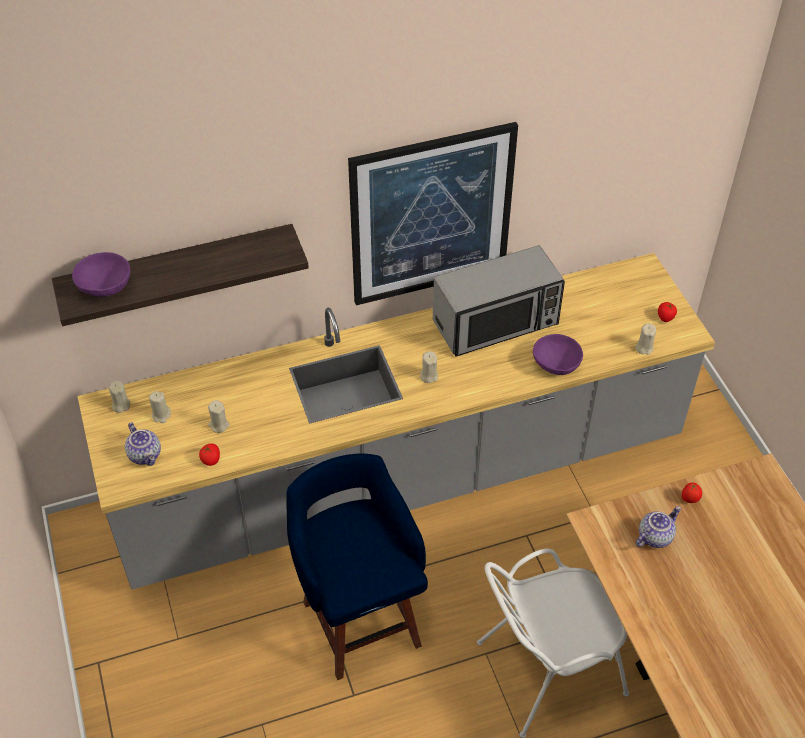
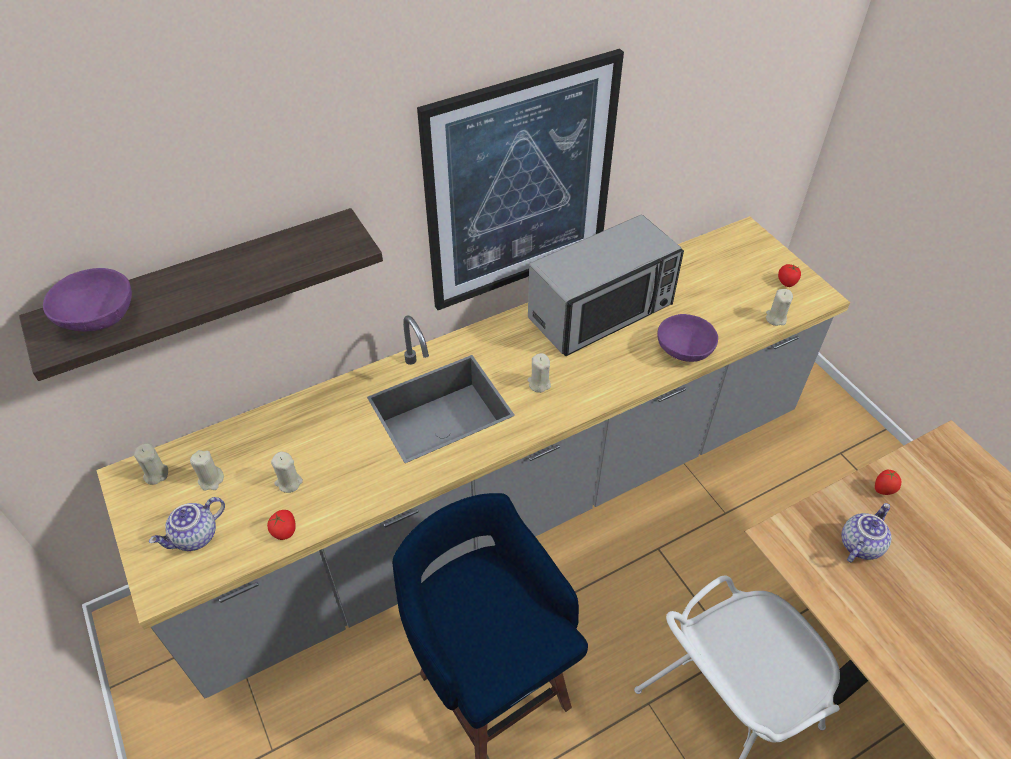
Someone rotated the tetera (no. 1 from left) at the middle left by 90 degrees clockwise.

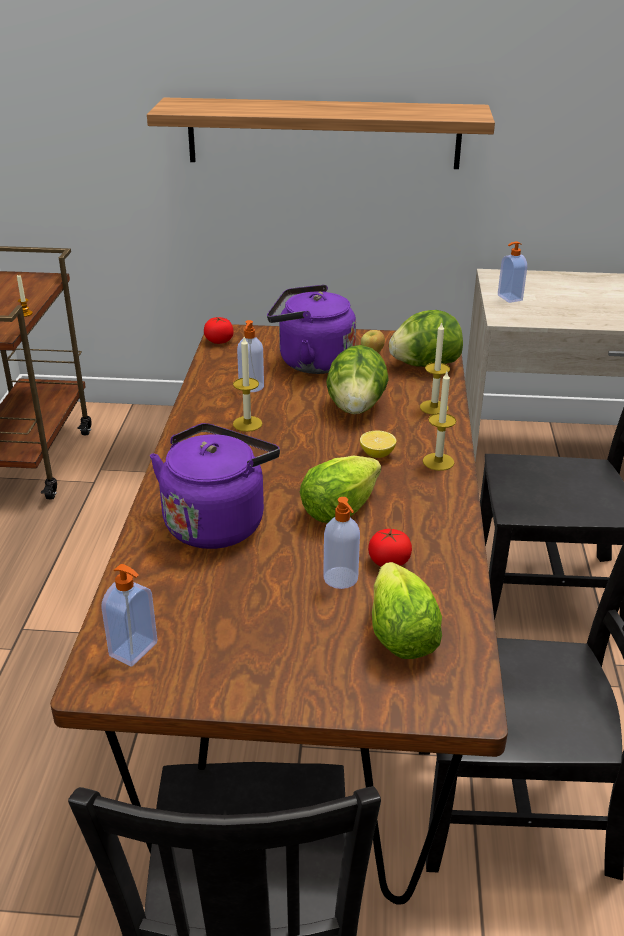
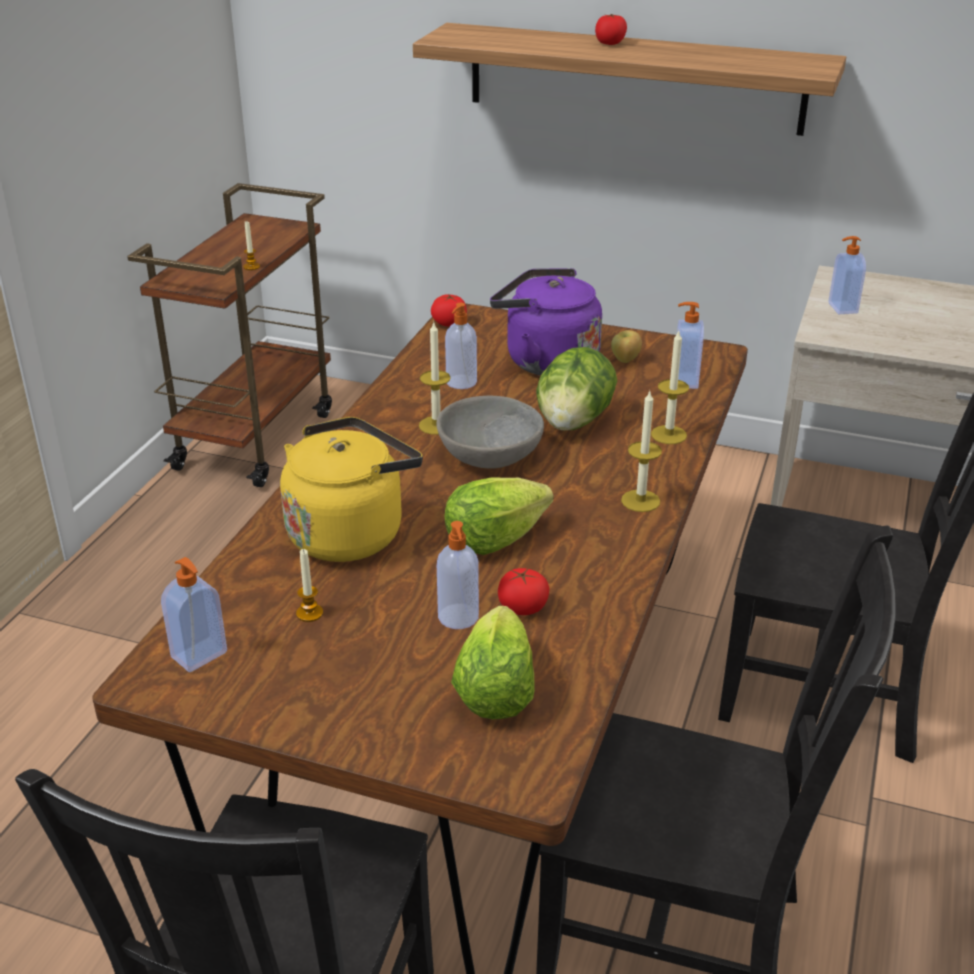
Someone repainted the hervidor (morado) (no. 1 from left) at the centre, which became the hervidor (amarillo) at the centre.
Someone took away the limón at the centre.
Someone swapped the lechuga (no. 4 from left) at the middle right for the dispensador de jabón (no. 4 from left) at the middle right.
Someone put down the vela (no. 2 from left) at the middle left.
Someone put down the cuenco (gris) at the centre.
Someone put down the tomate (no. 3 from left) at the top centre.

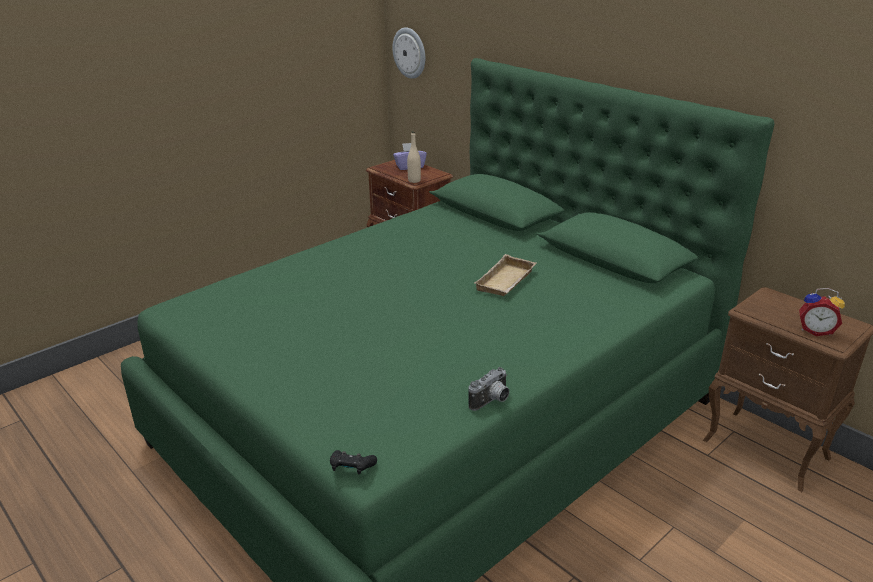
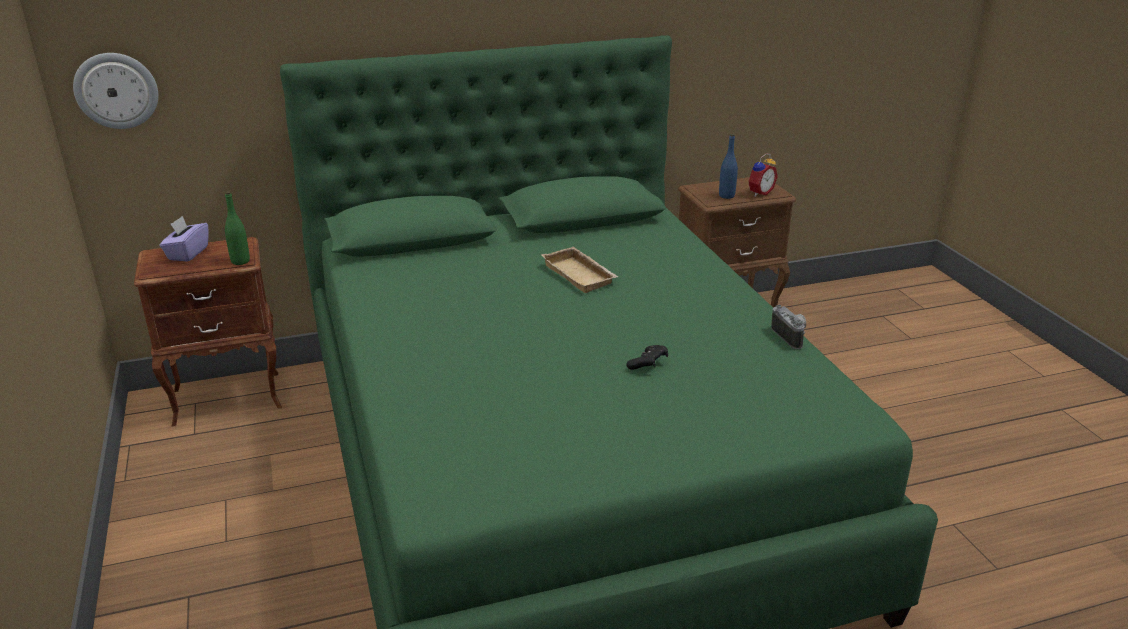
Someone carried the mando de consola (negro) from the bottom centre to the centre.
Someone repainted the botella (beis) at the top centre, which became the botella (verde) at the middle left.
Someone put down the botella (azul) at the top centre.

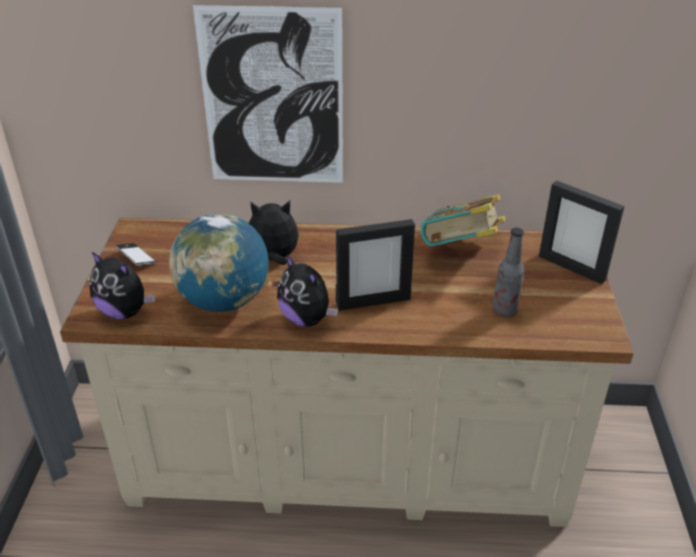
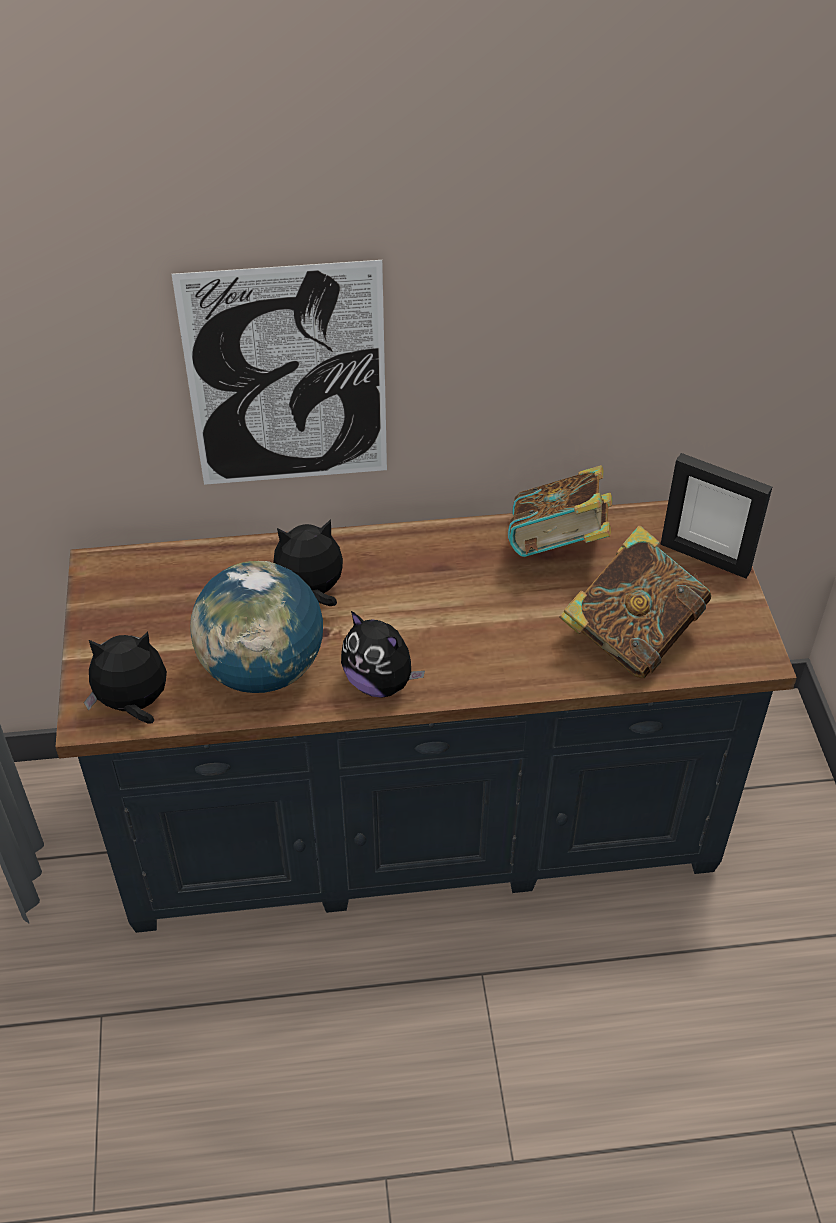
Someone repainted the cómoda (beis) at the bottom centre, which became the cómoda (azul) at the centre.
Someone rotated the peluche (no. 1 from left) at the middle left by 150 degrees clockwise.
Someone took away the móvil at the middle left.
Someone took away the portarretratos (no. 1 from left) at the centre.
Someone swapped the botella at the middle right for the libro (no. 2 from left) at the middle right.

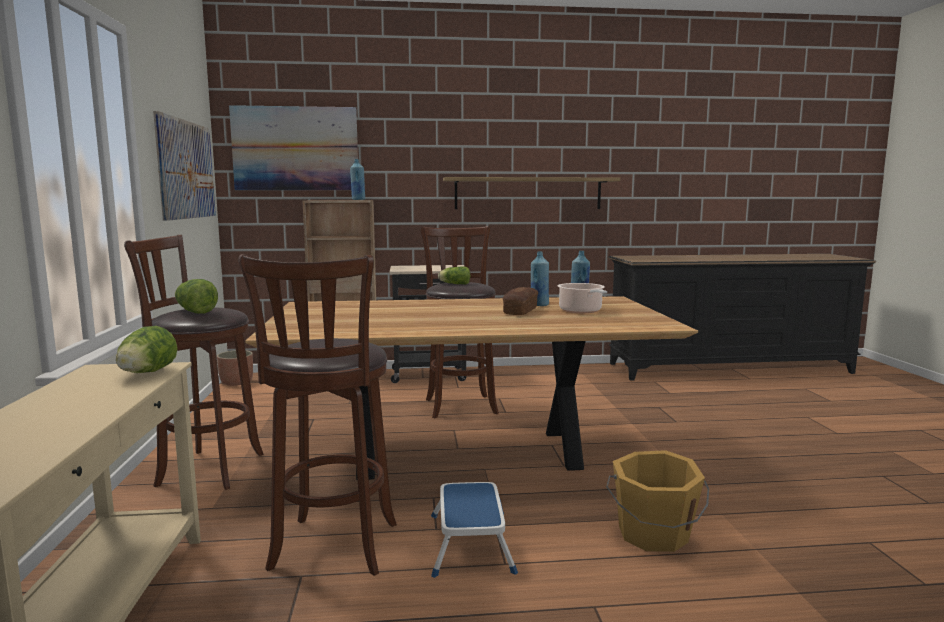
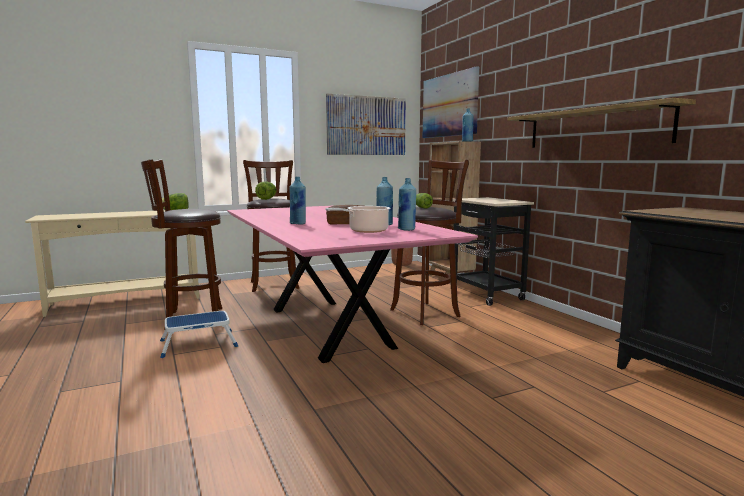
Someone repainted the mesa de comedor (marrón) at the centre, which became the mesa de comedor (rosa) at the centre.
Someone took away the cubo (naranja) at the bottom right.
Someone put down the botella (azul) (no. 1 from left) at the centre.

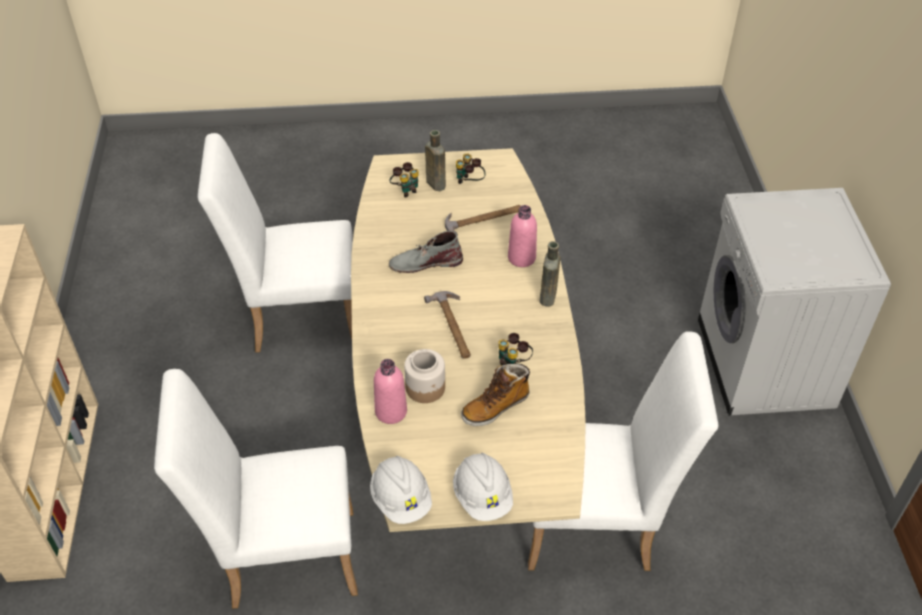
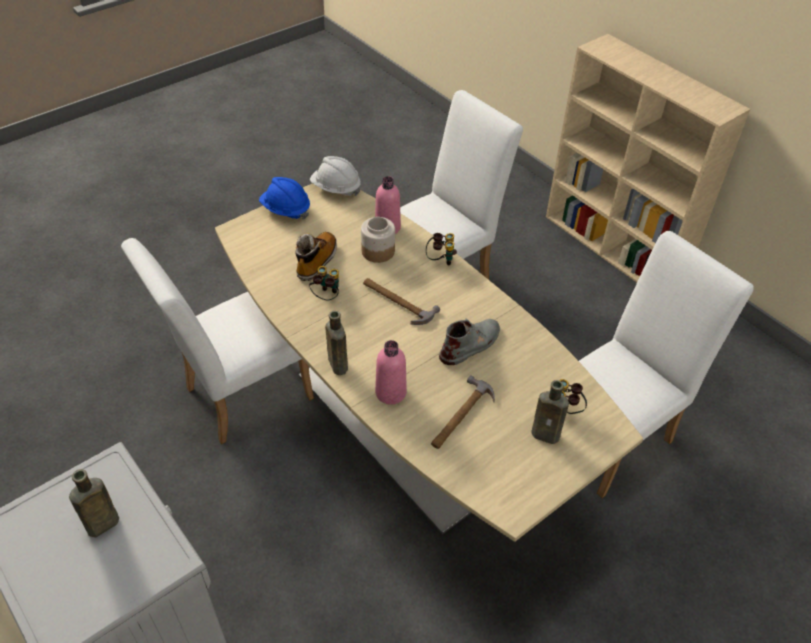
Someone repainted the casco (blanco) (no. 2 from left) at the bottom centre, which became the casco (azul) at the top centre.
Someone carried the prismáticos (no. 2 from left) from the top centre to the centre.
Someone put down the botella (marrón) (no. 1 from left) at the bottom left.

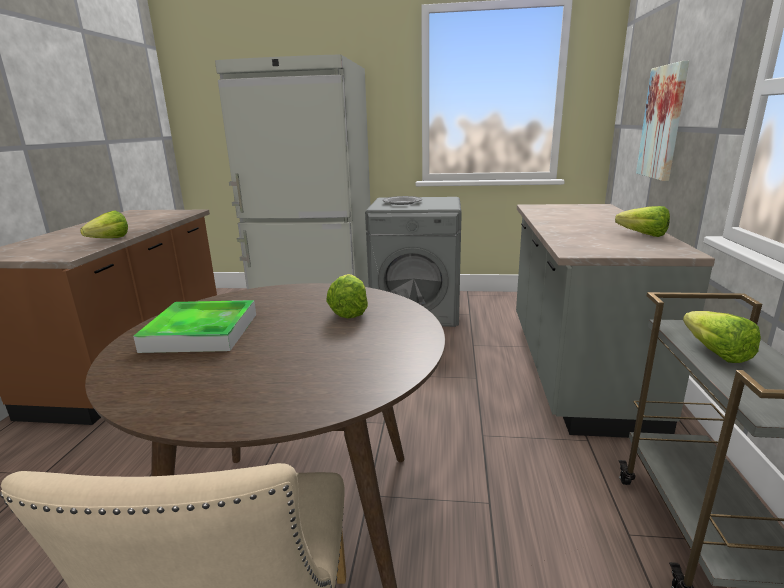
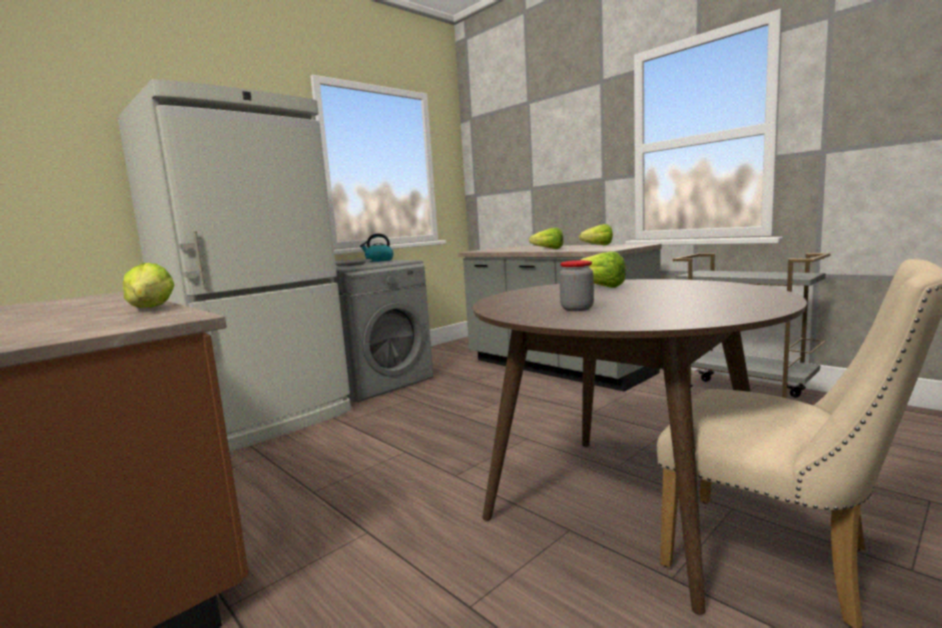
Someone swapped the bandeja at the middle left for the tarro at the centre.
Someone took away the cuadro at the top right.
Someone carried the lechuga (no. 4 from left in the first image) from the middle right to the centre.
Someone put down the hervidor at the centre.

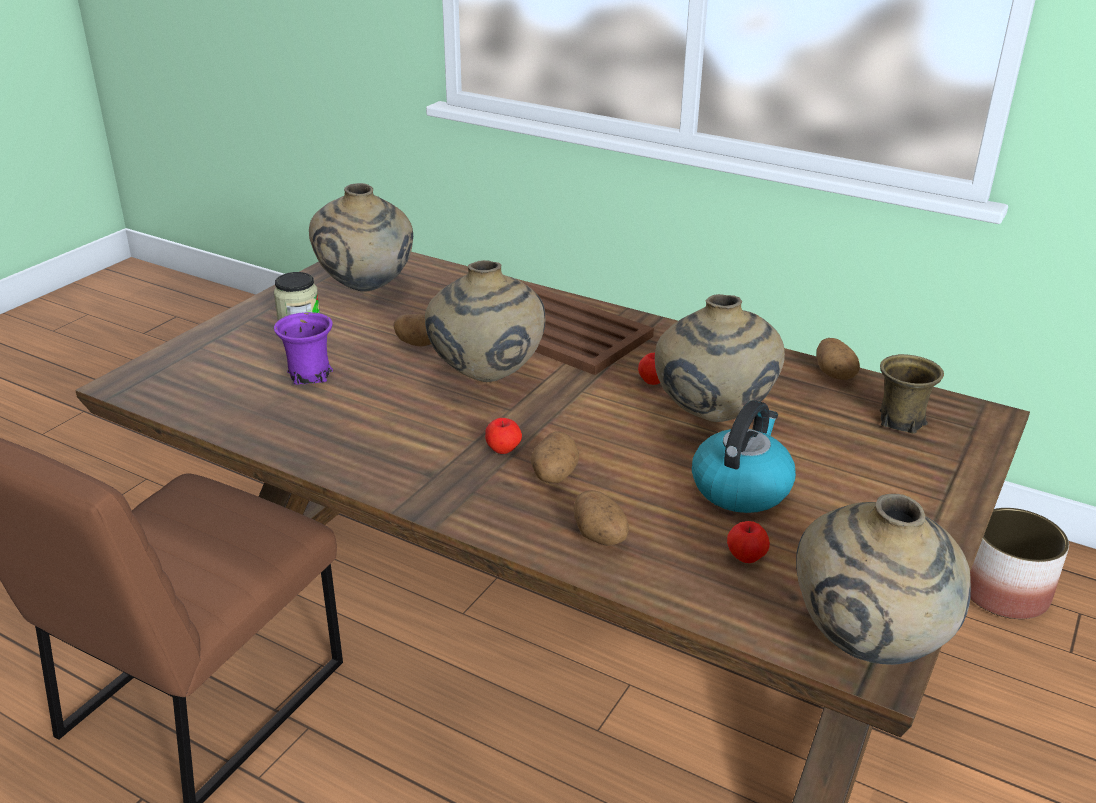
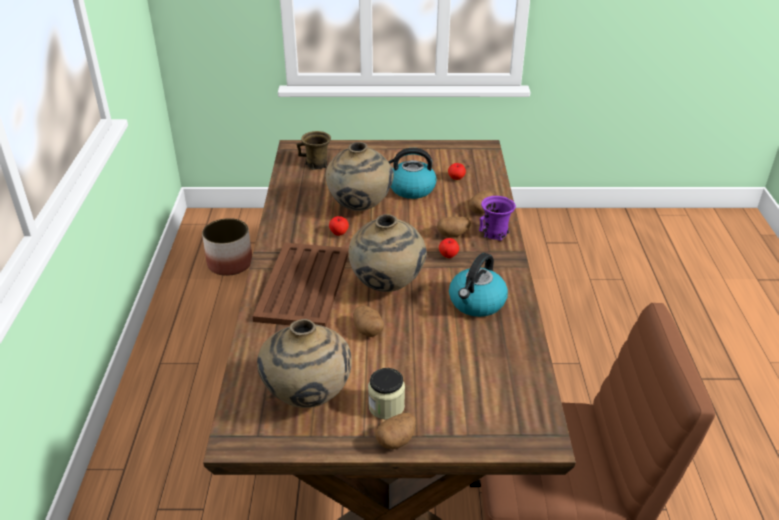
Someone carried the taza grande (morado) from the middle left to the centre.
Someone took away the florero (beis) (no. 4 from left) at the bottom right.
Someone carried the patata (no. 4 from left in the first image) from the middle right to the bottom centre.
Someone put down the hervidor (no. 2 from left) at the centre.

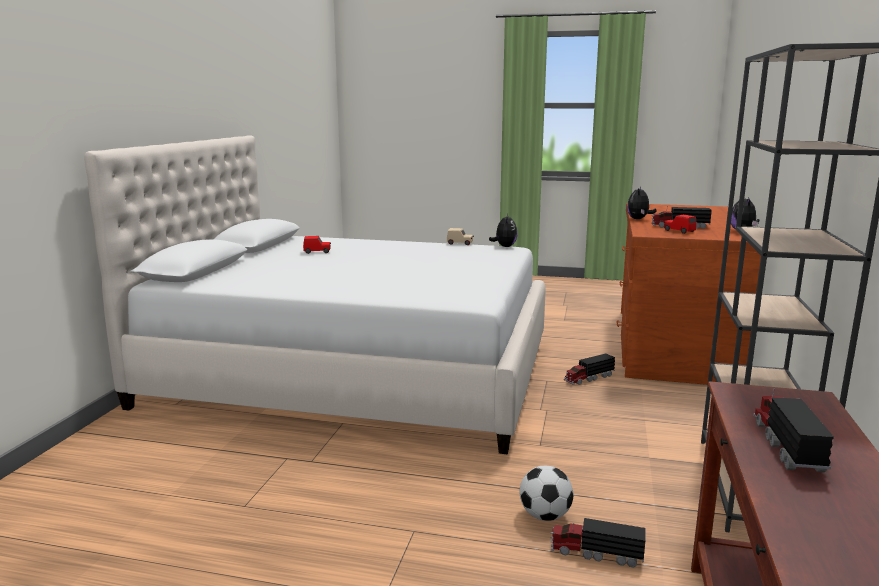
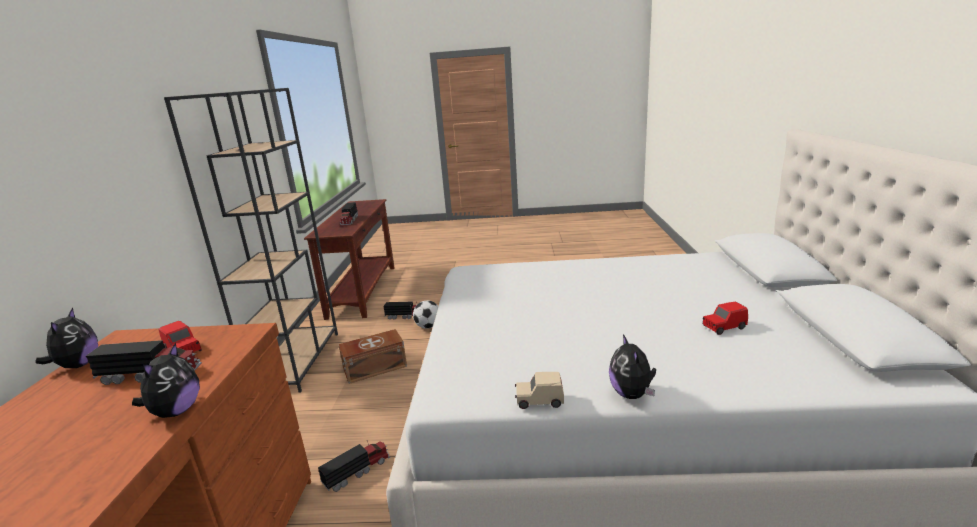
Someone carried the peluche (no. 1 from left in the first image) from the centre to the bottom centre.
Someone put down the caja de almacenaje (marrón) at the bottom centre.

